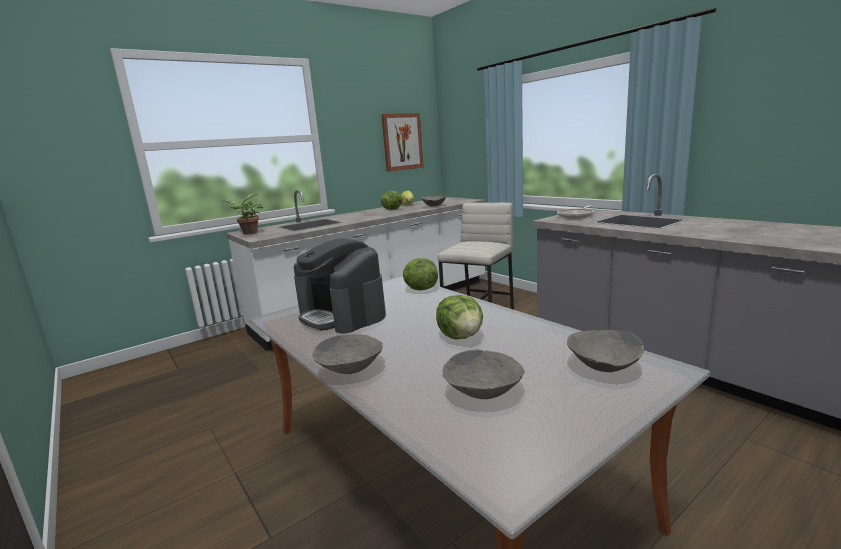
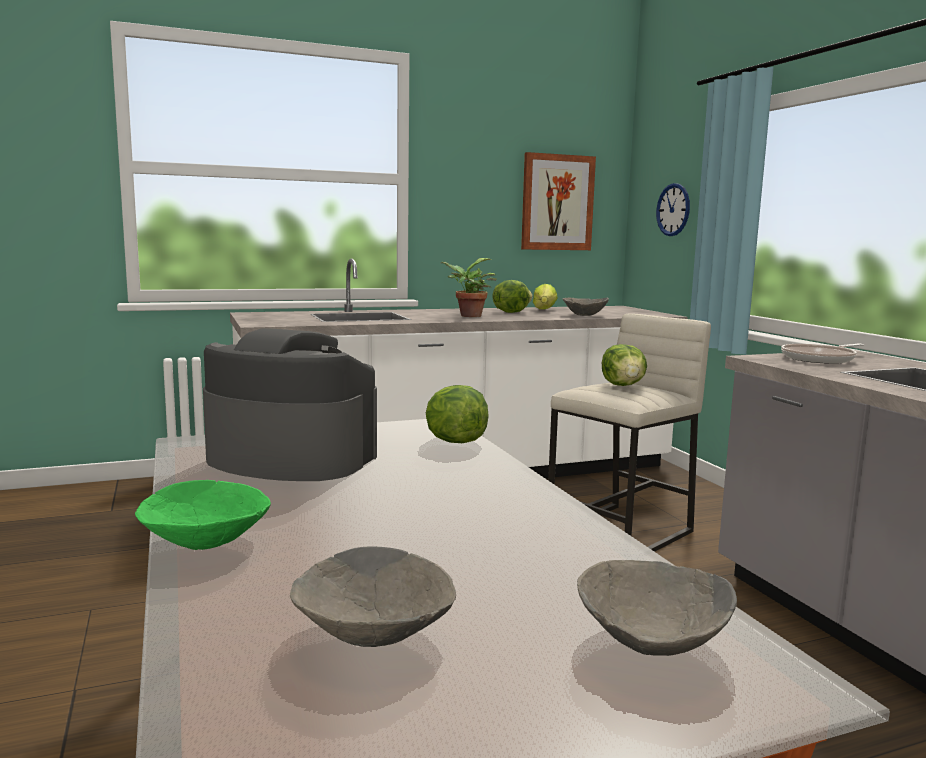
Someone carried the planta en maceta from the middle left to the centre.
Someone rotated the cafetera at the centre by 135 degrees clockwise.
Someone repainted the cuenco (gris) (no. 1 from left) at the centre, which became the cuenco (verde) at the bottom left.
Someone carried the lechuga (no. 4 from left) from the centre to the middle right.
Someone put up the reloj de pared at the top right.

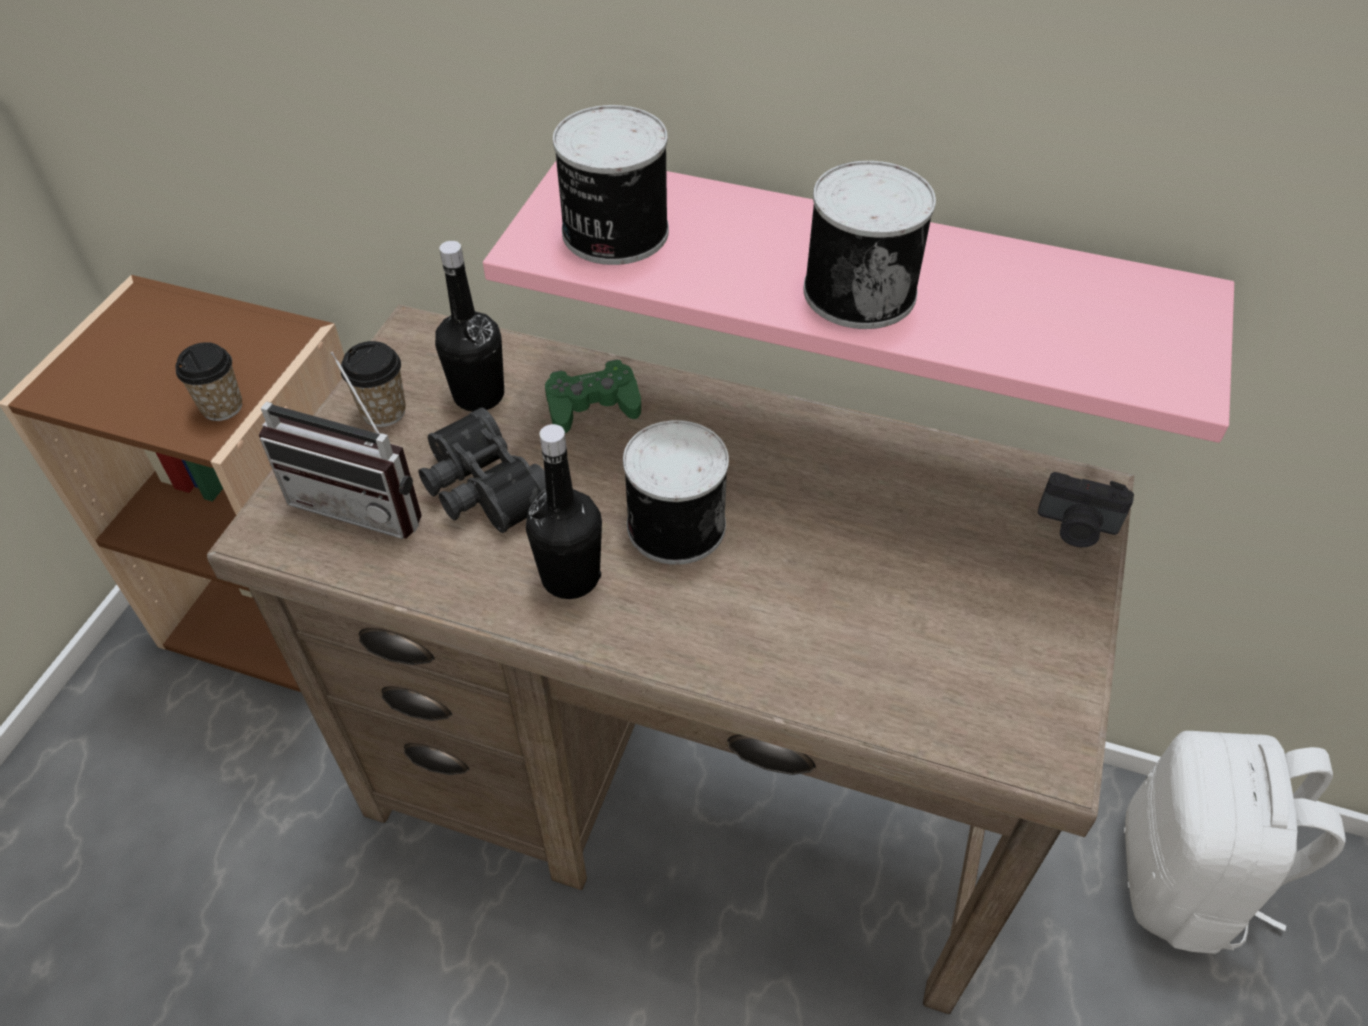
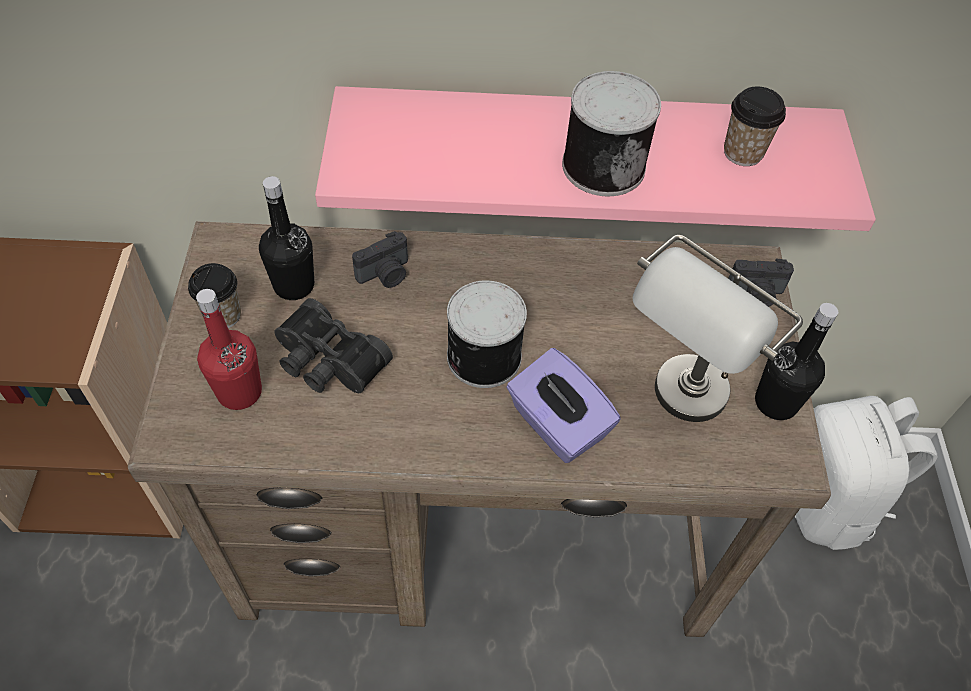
Someone carried the taza (no. 1 from left in the first image) from the middle left to the top right.
Someone swapped the radio at the middle left for the botella (rojo) at the middle left.
Someone carried the botella (negro) (no. 2 from left) from the centre to the middle right.
Someone swapped the mando de consola (verde) at the centre for the cámara (no. 1 from left) at the centre.
Someone took away the lata (no. 1 from left) at the top centre.
Someone put down the caja de pañuelos (morado) at the centre.
Someone put down the lámpara de mesa (gris) at the middle right.

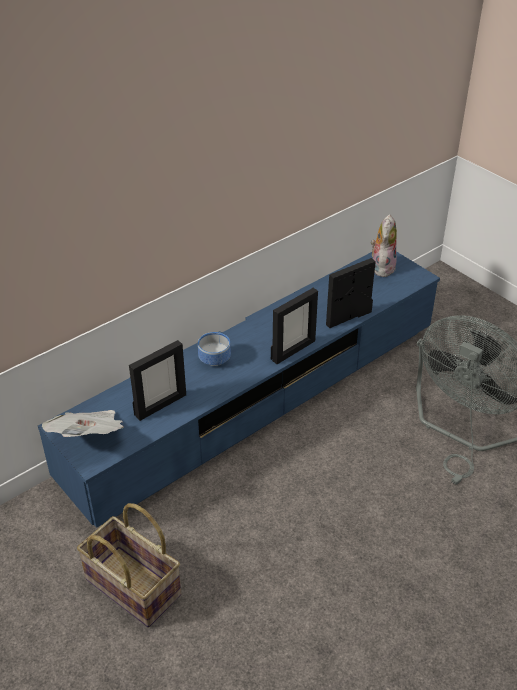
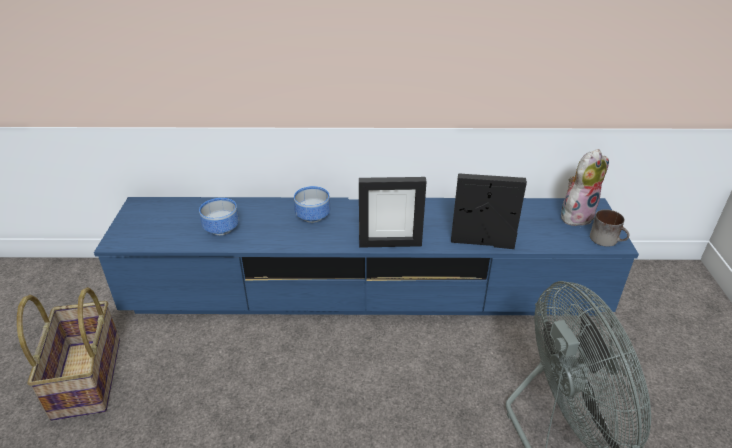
Someone took away the periódico at the middle left.
Someone swapped the portarretratos (no. 1 from left) at the middle left for the cuenco (no. 1 from left) at the middle left.
Someone put down the taza grande at the middle right.

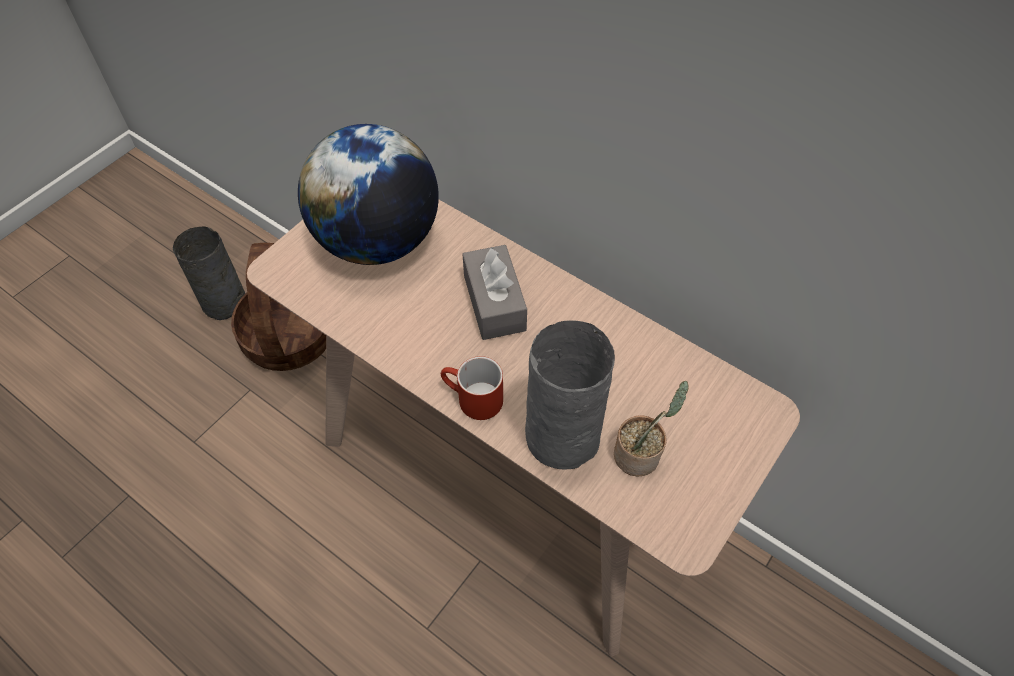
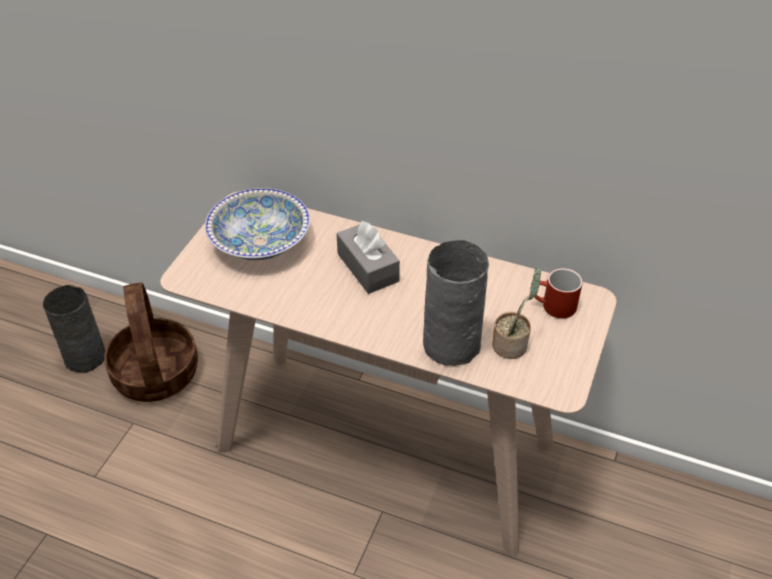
Someone swapped the globo terráqueo at the top centre for the cuenco at the middle left.
Someone carried the taza grande (rojo) from the centre to the middle right.

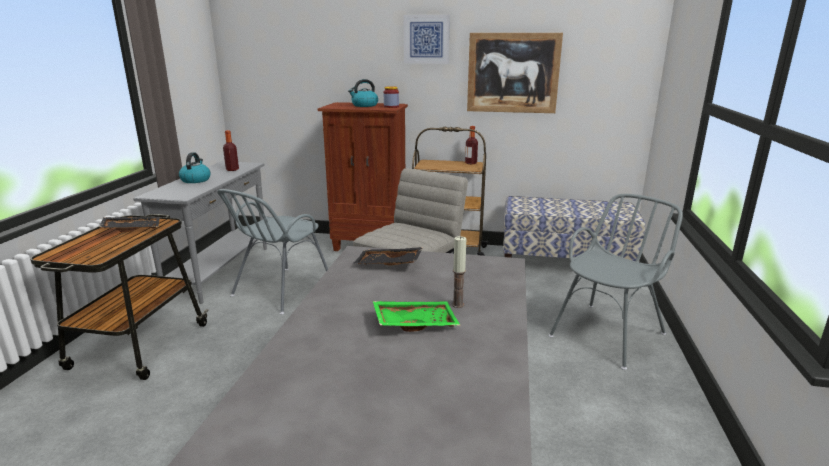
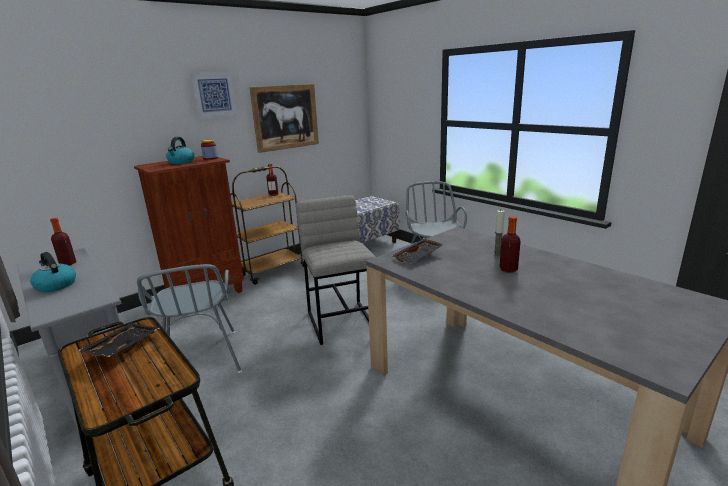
Someone swapped the bandeja (verde) at the bottom centre for the botella (no. 3 from left) at the middle right.

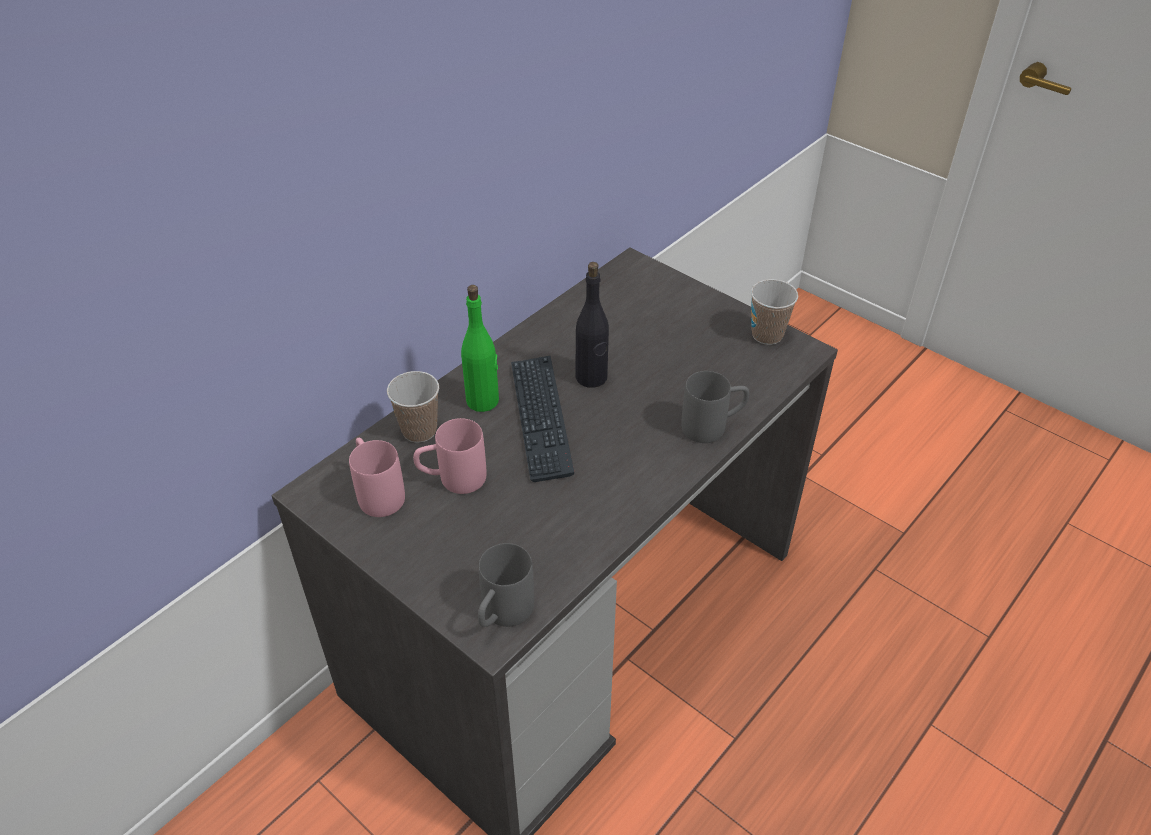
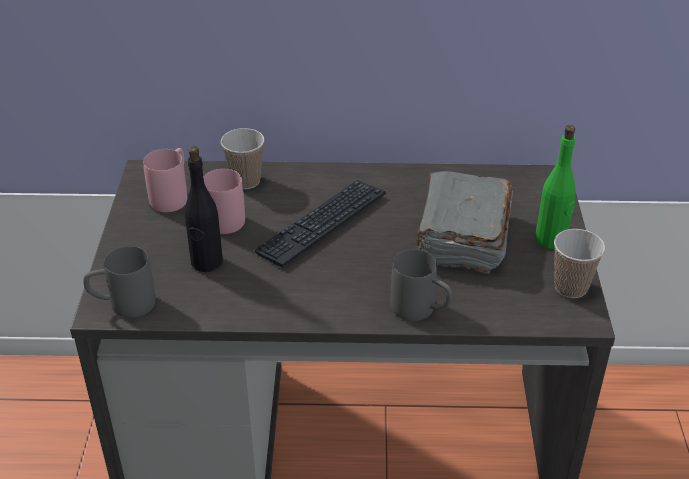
Someone carried the botella (verde) from the centre to the middle right.
Someone carried the botella (negro) from the centre to the middle left.
Someone put down the libro (gris) at the middle right.

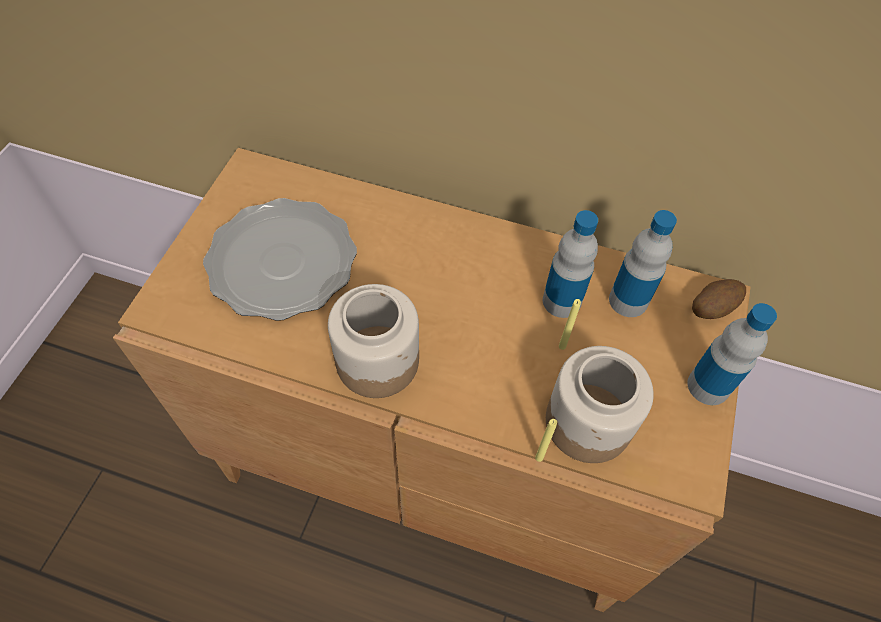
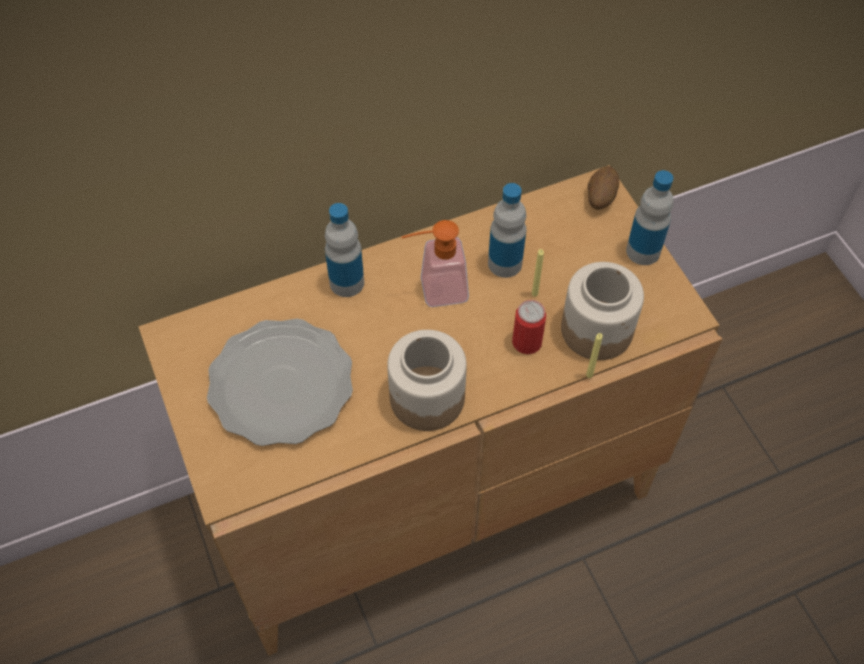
Someone carried the botella (no. 2 from left in the first image) from the middle right to the centre.
Someone put down the dispensador de jabón at the centre.
Someone put down the lata at the centre.

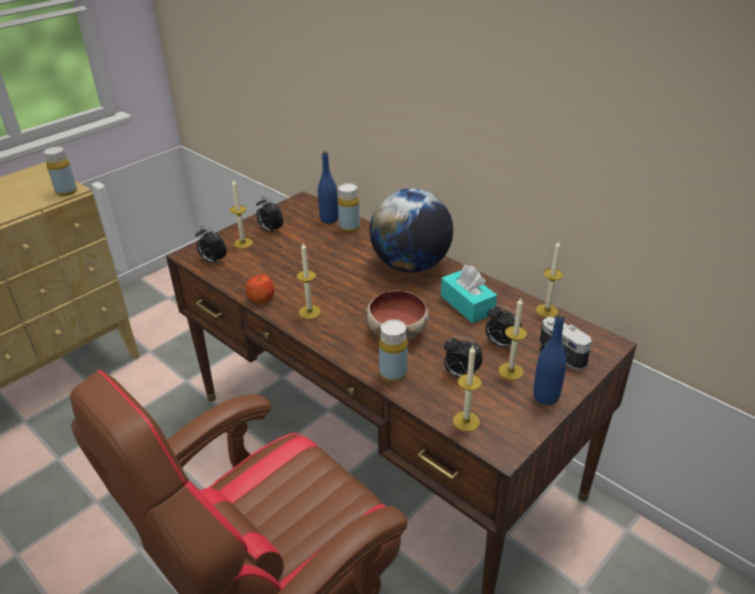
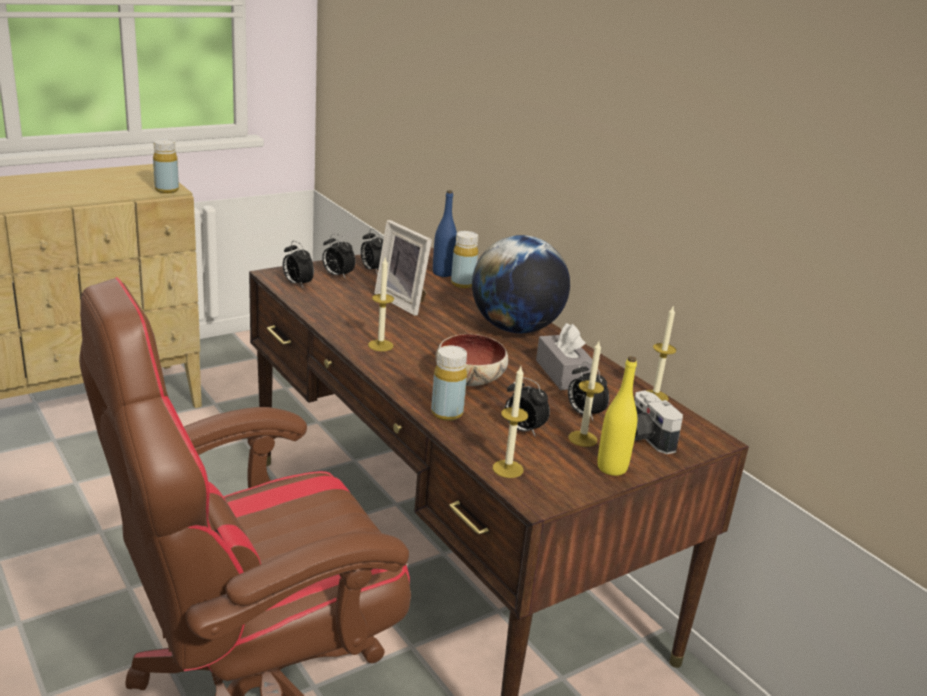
Someone swapped the vela (no. 1 from left) at the middle left for the despertador (no. 2 from left) at the centre.
Someone took away the manzana at the centre.
Someone repainted the caja de pañuelos (turquesa) at the centre, which became the caja de pañuelos (gris) at the centre.
Someone repainted the botella (azul) (no. 2 from left) at the middle right, which became the botella (amarillo) (no. 4 from left) at the centre.
Someone put down the portarretratos at the centre.

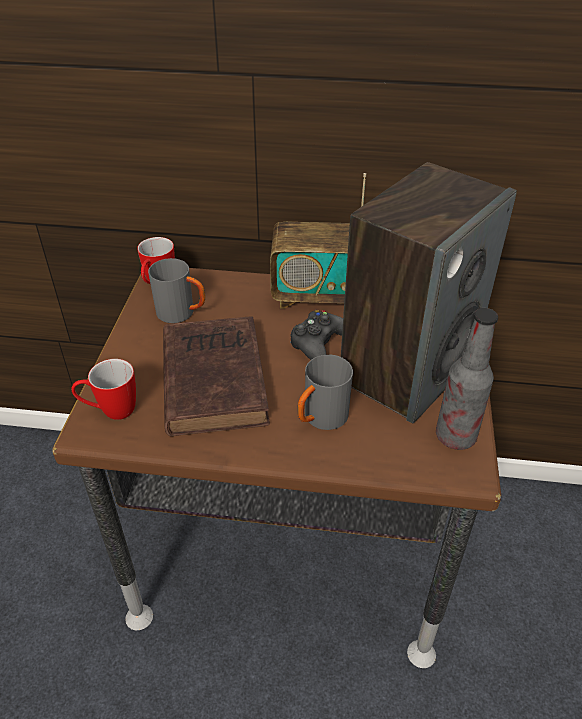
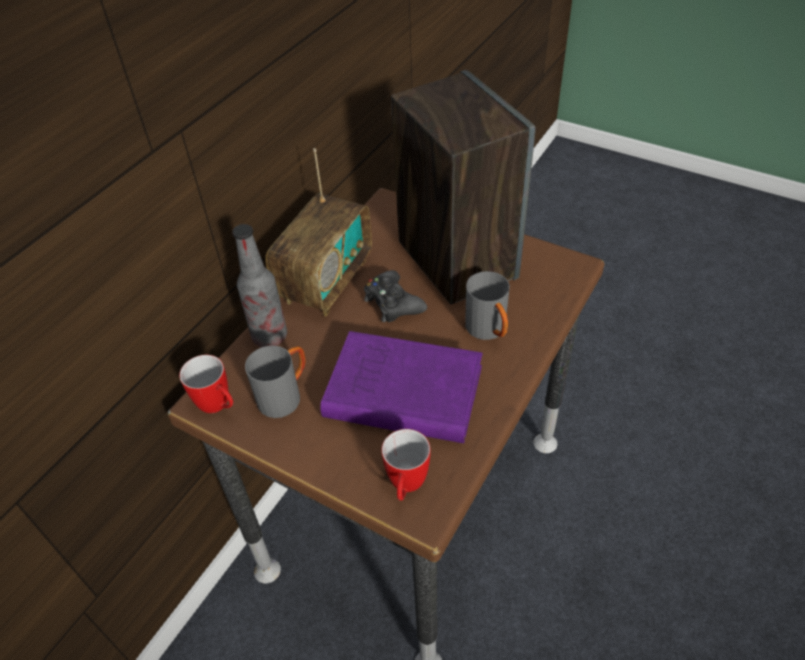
Someone repainted the libro (marrón) at the centre, which became the libro (morado) at the centre.
Someone carried the botella from the middle right to the middle left.

